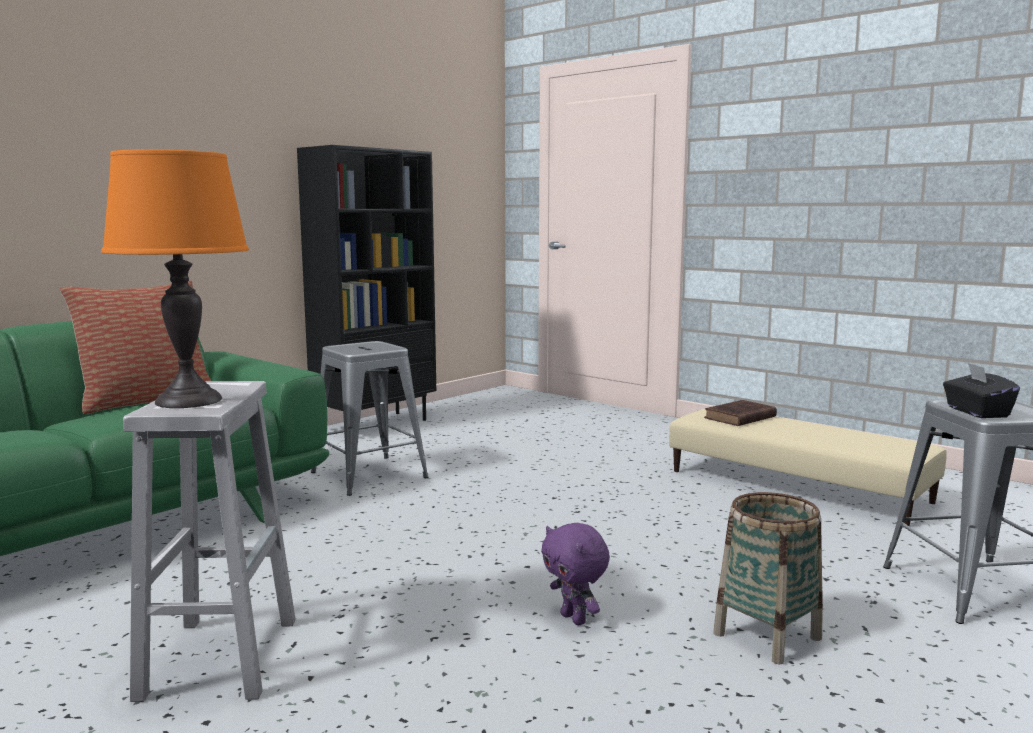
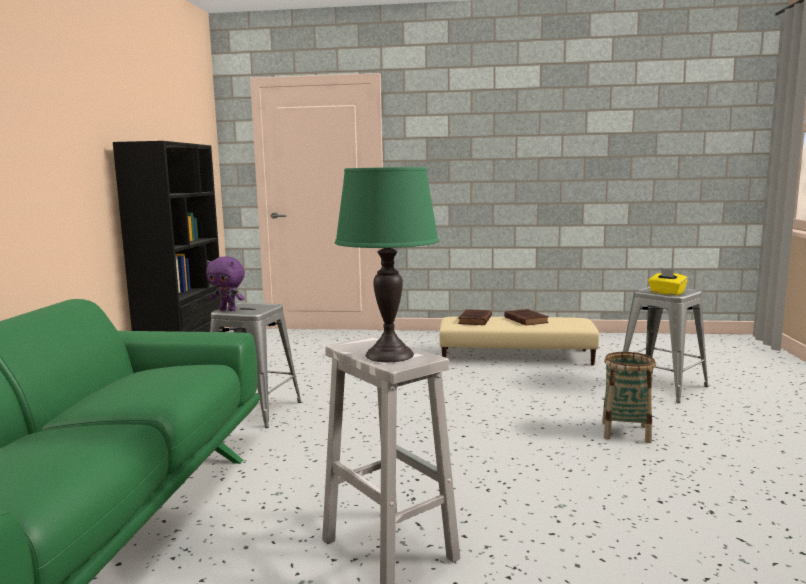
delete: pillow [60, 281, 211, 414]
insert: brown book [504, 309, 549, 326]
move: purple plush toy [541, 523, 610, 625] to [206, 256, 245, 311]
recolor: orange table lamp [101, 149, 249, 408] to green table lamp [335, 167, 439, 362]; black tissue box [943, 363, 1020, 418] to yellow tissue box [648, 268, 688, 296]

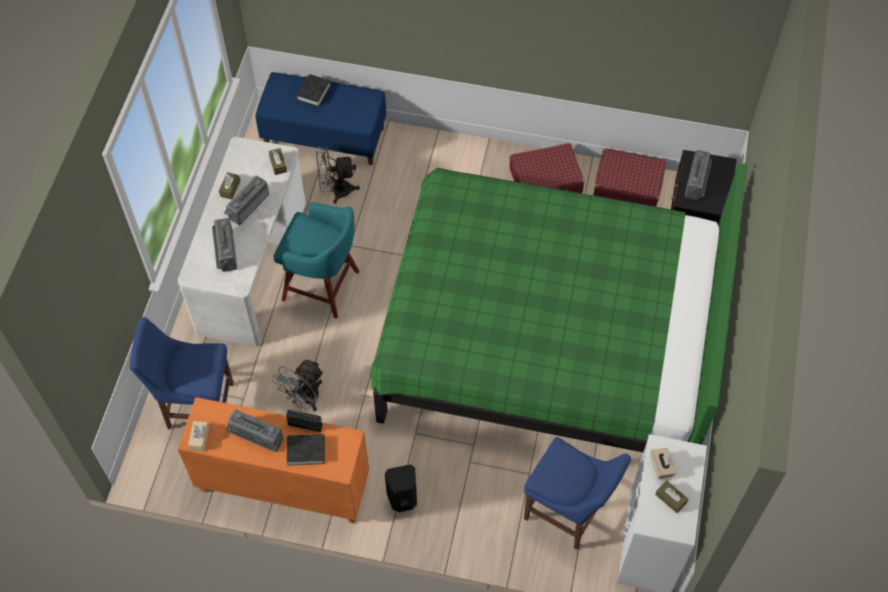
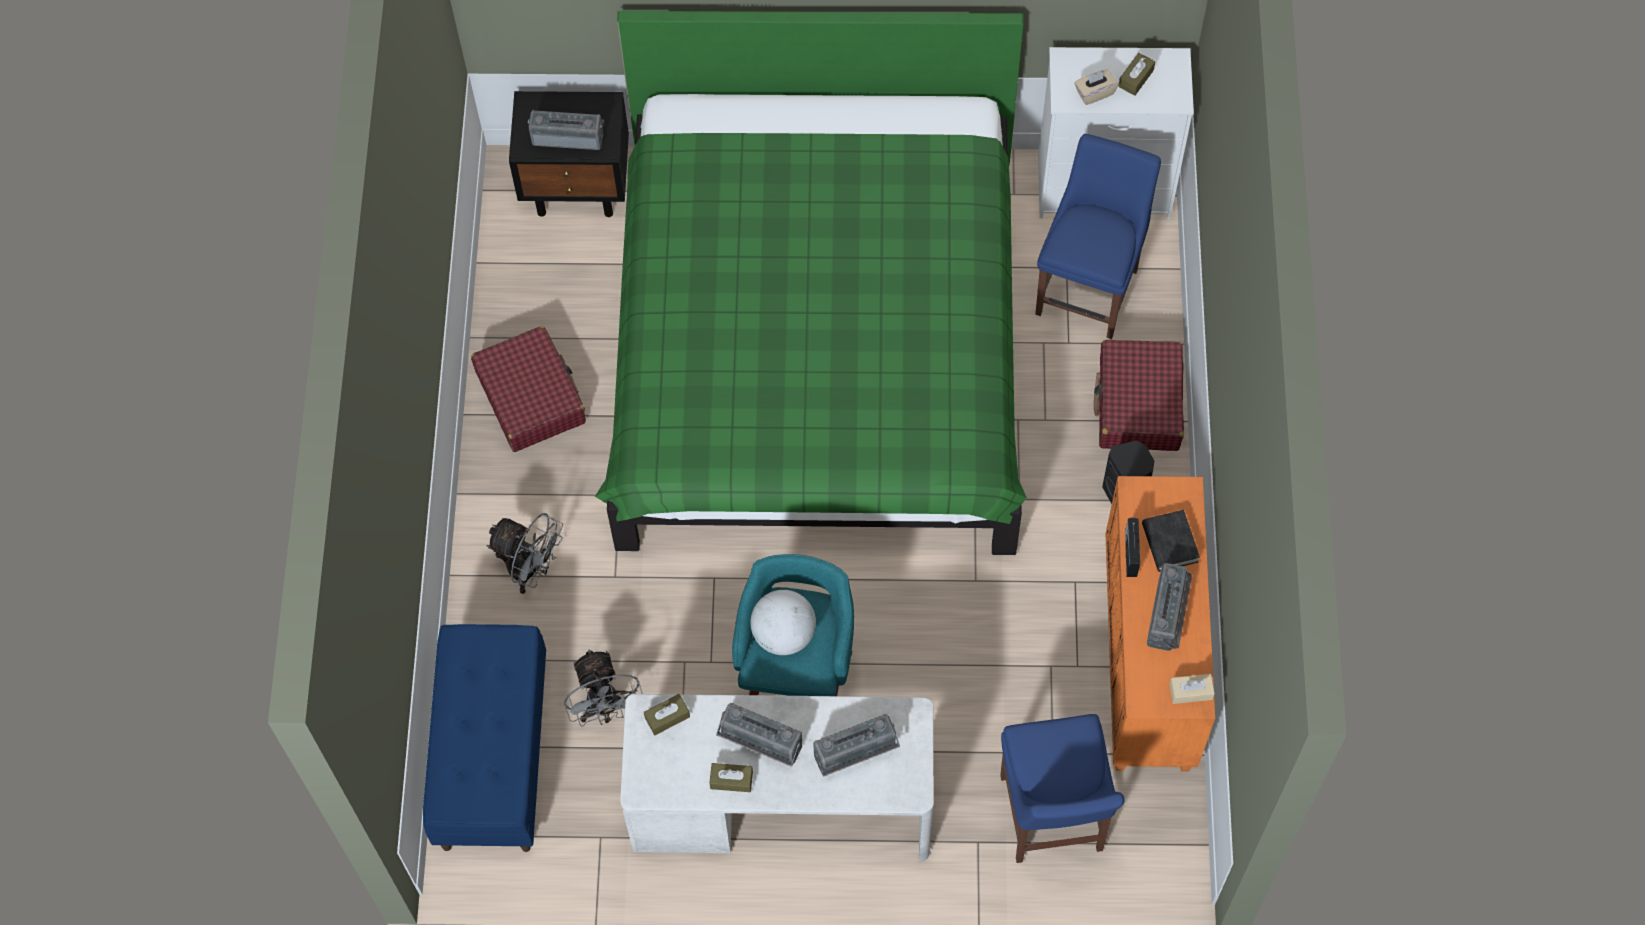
delete: black book [296, 74, 331, 107]
insert: globe [750, 590, 816, 655]
move: grey fan [272, 359, 324, 411] to [486, 513, 563, 594]; red suitcase [593, 148, 666, 206] to [1094, 340, 1184, 451]

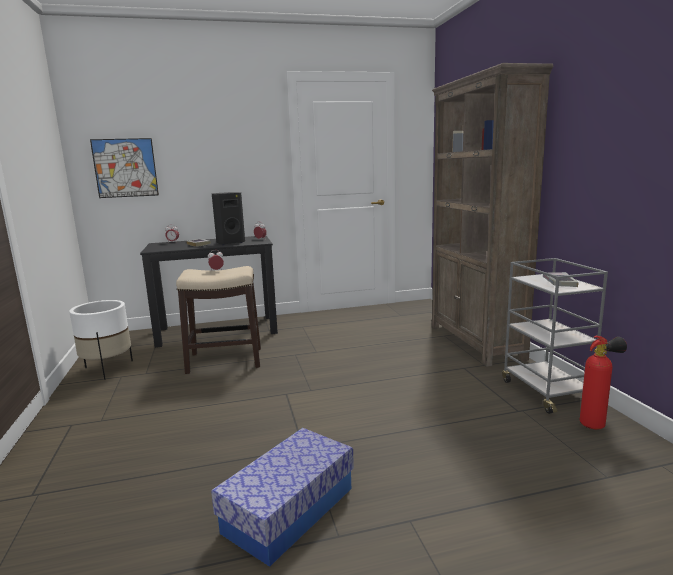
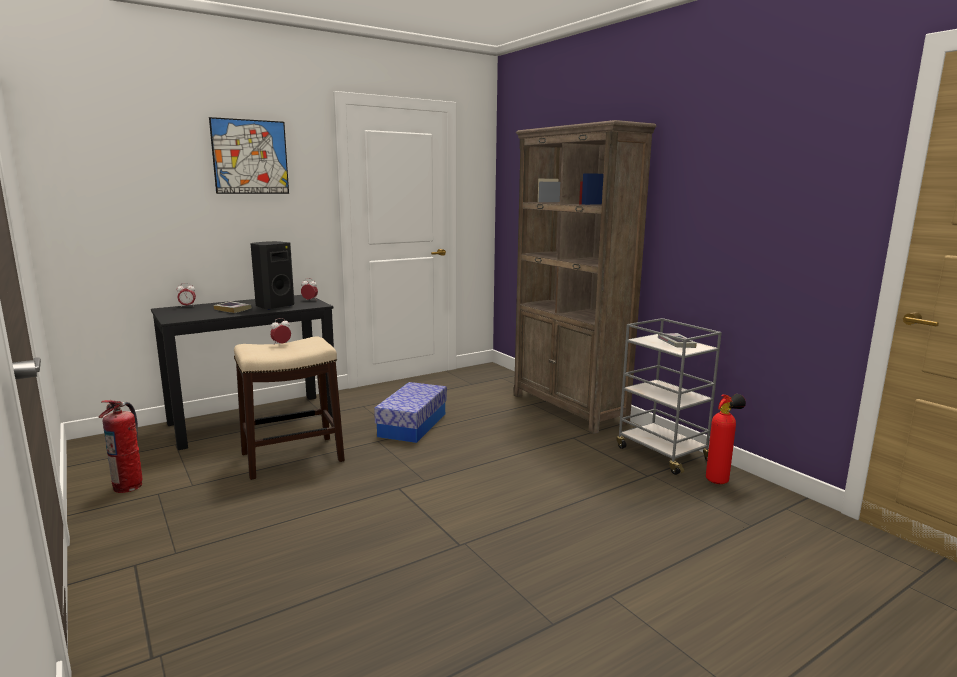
move: picture [90, 138, 159, 198] to [209, 117, 289, 194]; storage box [211, 428, 354, 567] to [374, 382, 447, 443]
replace: white planter [69, 300, 133, 380] to fire extinguisher [99, 400, 142, 493]

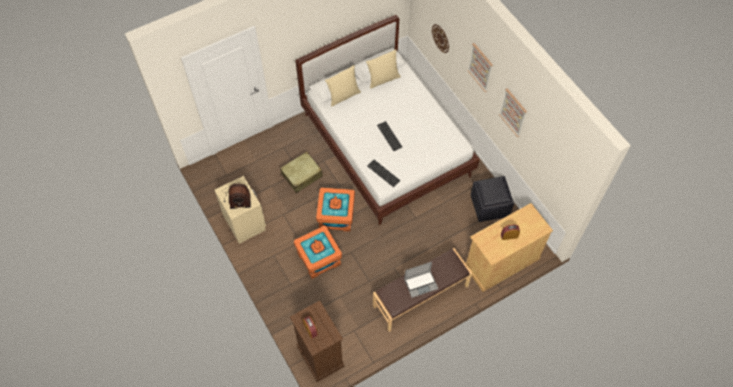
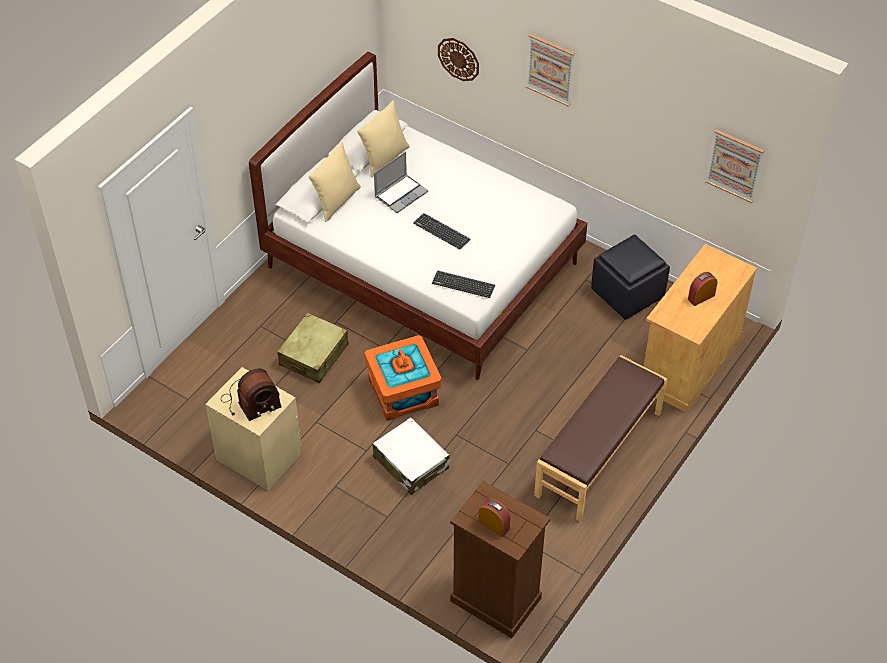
move: laptop [404, 262, 438, 298] to [374, 151, 428, 213]; picture [499, 89, 527, 137] to [705, 129, 765, 203]
replace: orange storage box [294, 226, 342, 279] to white suitcase [373, 417, 450, 495]

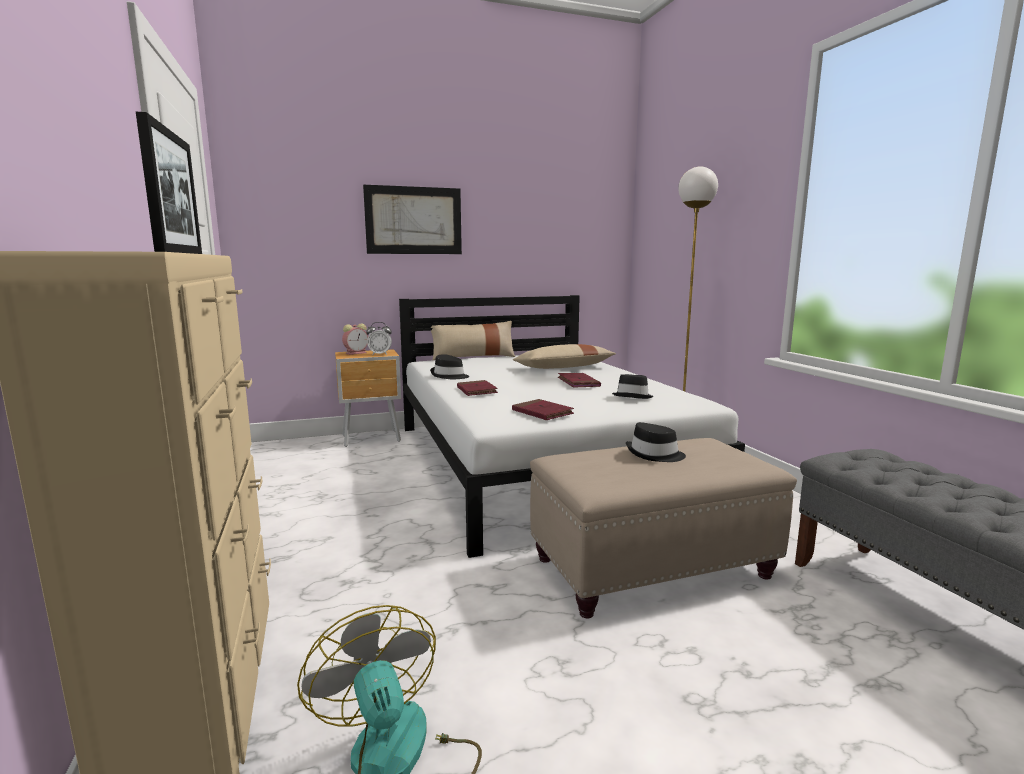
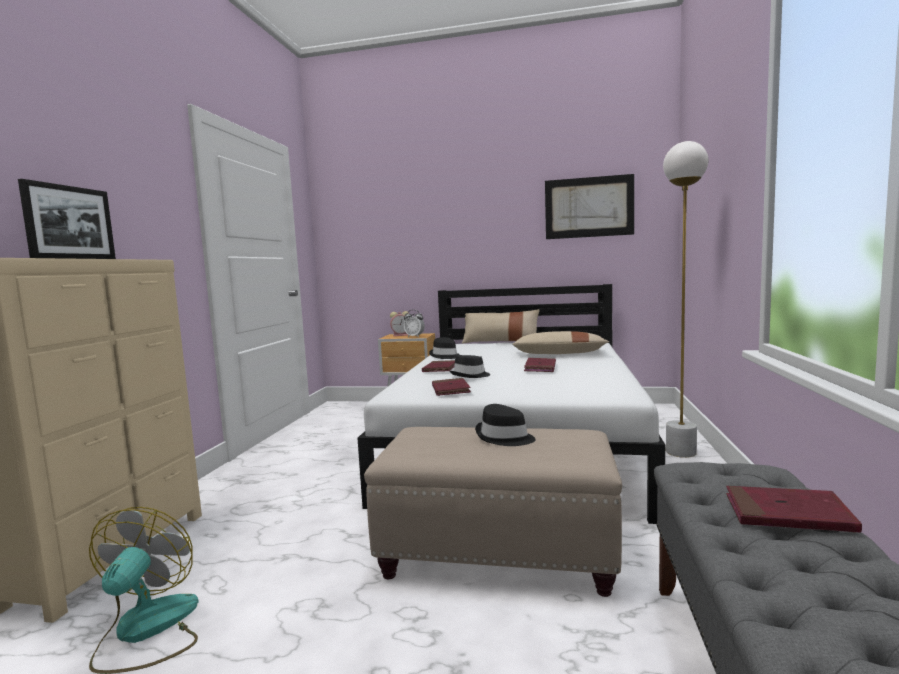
insert: red book [726, 486, 862, 533]
move: black hat [612, 374, 654, 399] to [450, 355, 490, 378]; picture [363, 185, 462, 254] to [545, 174, 634, 239]

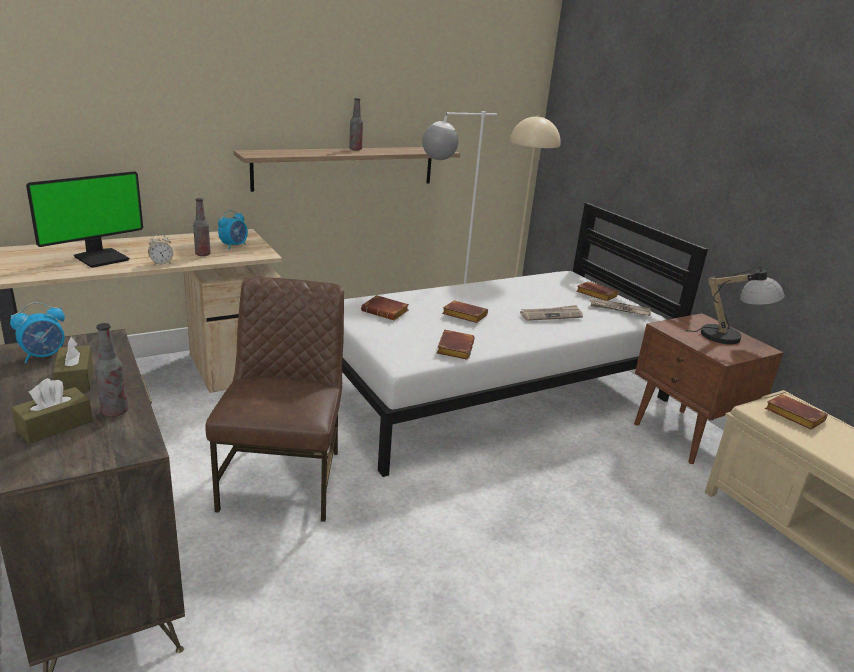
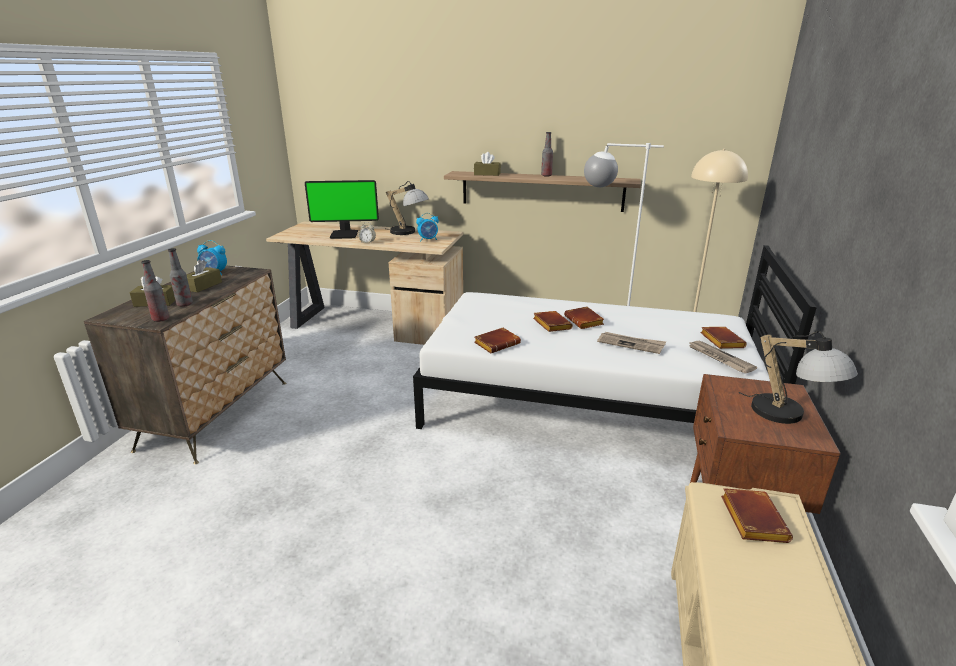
delete: brown chair [205, 277, 344, 522]
insert: table lamp [386, 181, 429, 235]; brown tissue box [474, 152, 501, 176]
move: bottle [193, 198, 211, 256] to [141, 260, 169, 322]; brown book [361, 295, 409, 321] to [564, 306, 604, 329]

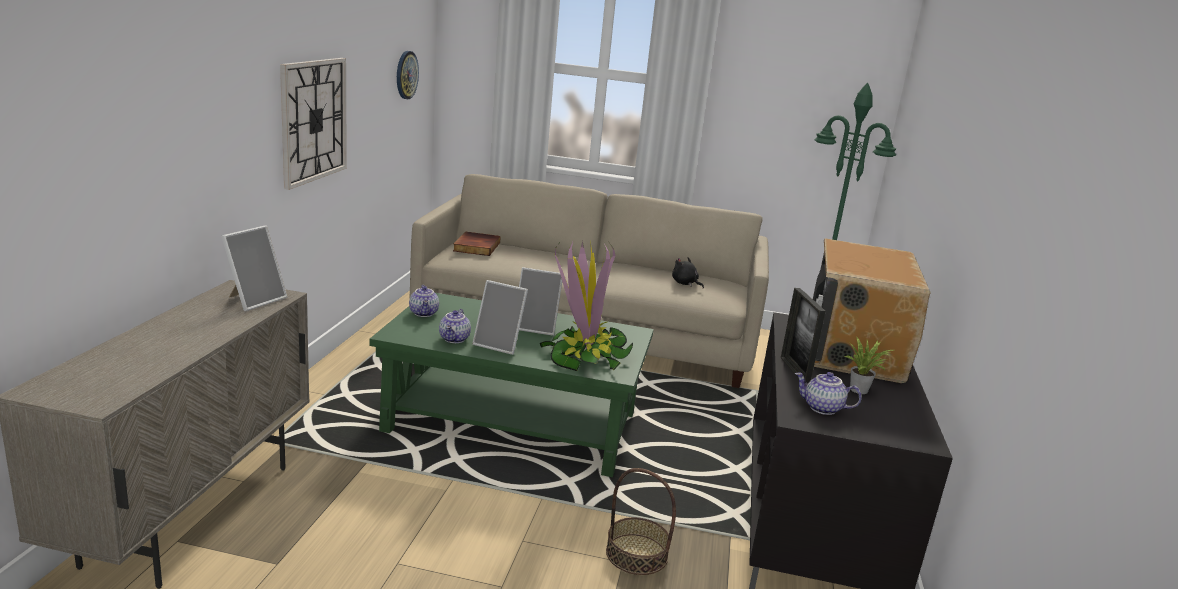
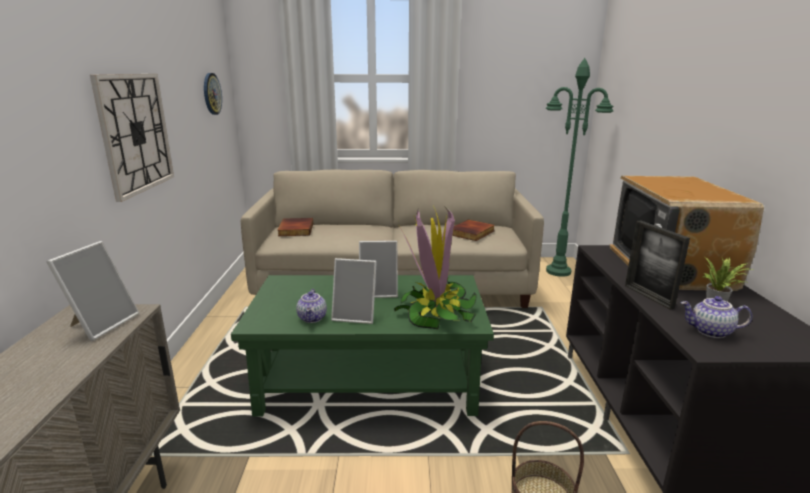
delete: teapot [409, 285, 439, 317]
replace: black plush toy [672, 257, 704, 288] to book [452, 220, 495, 241]

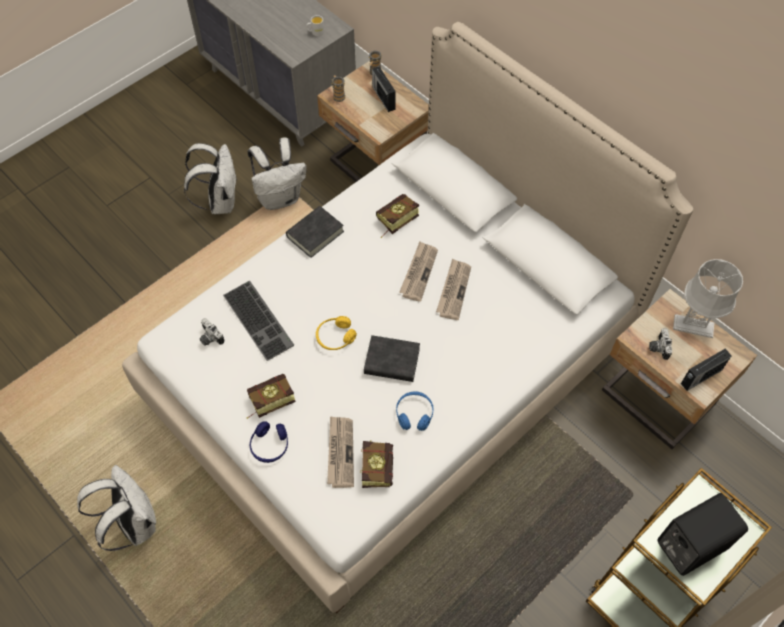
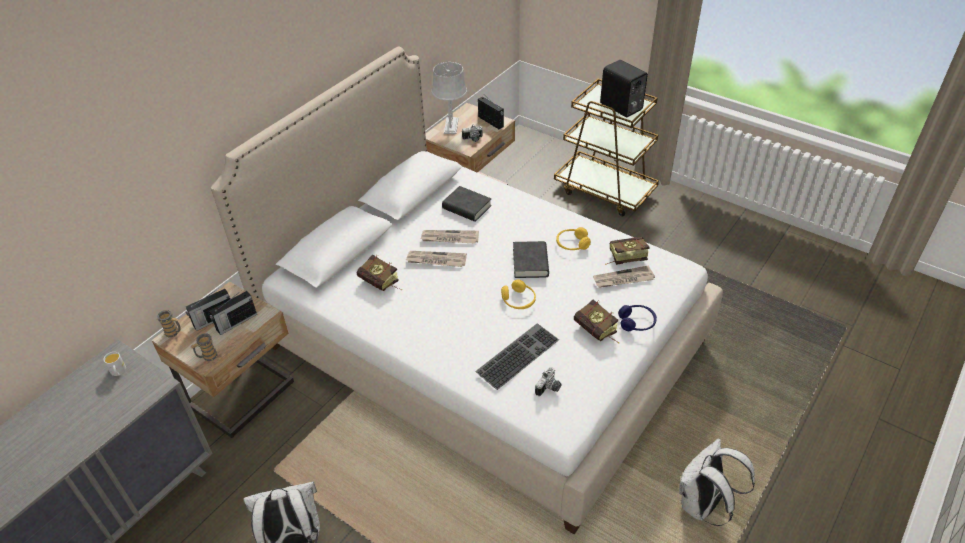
delete: white backpack [247, 137, 306, 210]
insert: radio [209, 291, 257, 335]
move: black book [286, 206, 344, 258] to [442, 186, 492, 222]
recolor: blue headphones [396, 391, 434, 431] to yellow headphones [556, 227, 591, 250]

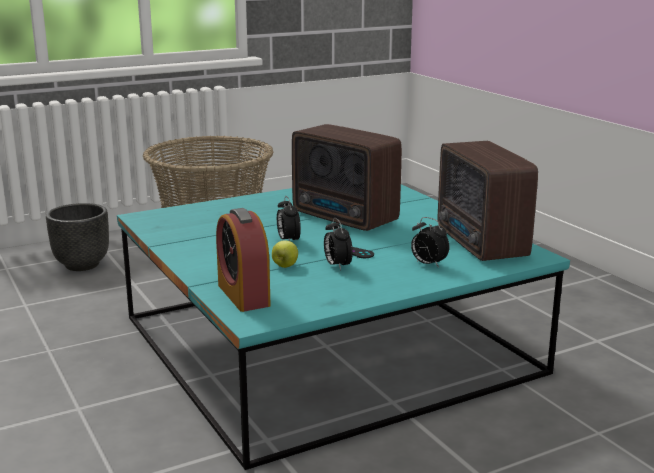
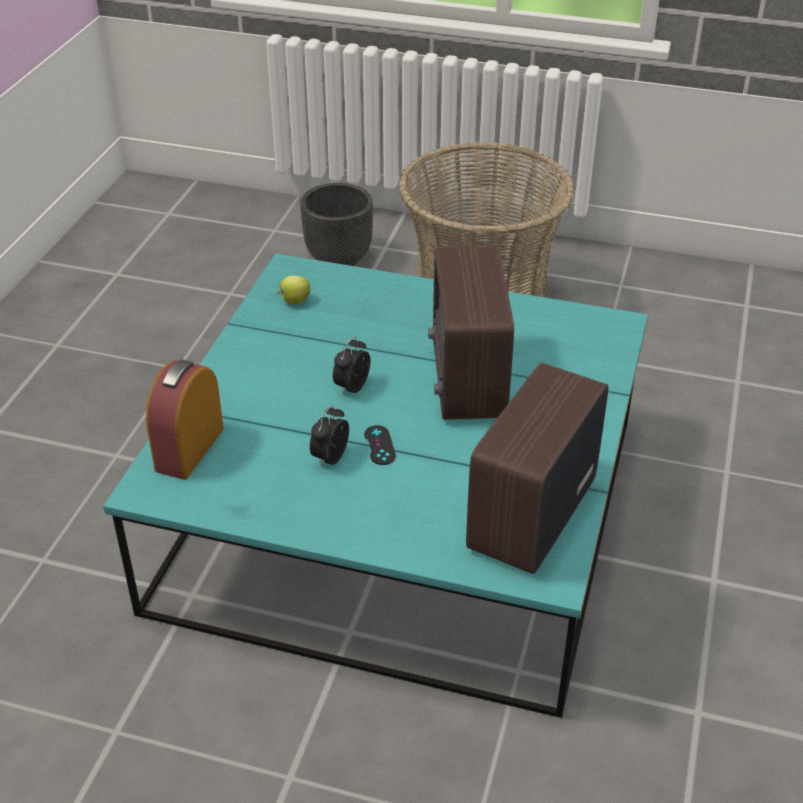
delete: alarm clock [411, 217, 449, 268]
move: apple [272, 240, 298, 268] to [277, 275, 310, 305]

